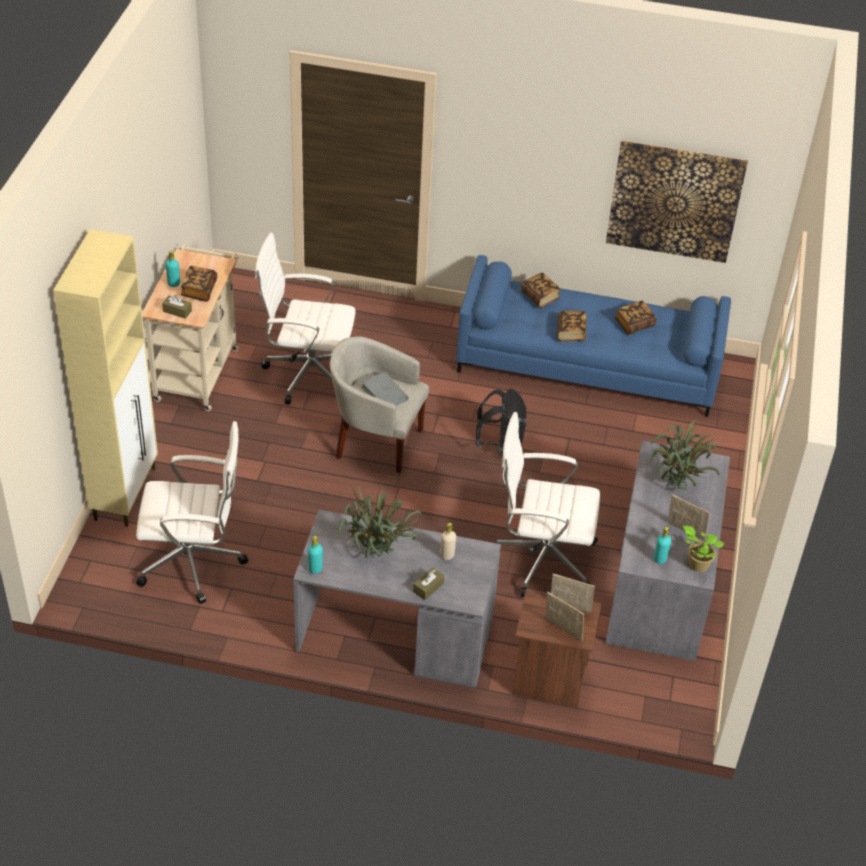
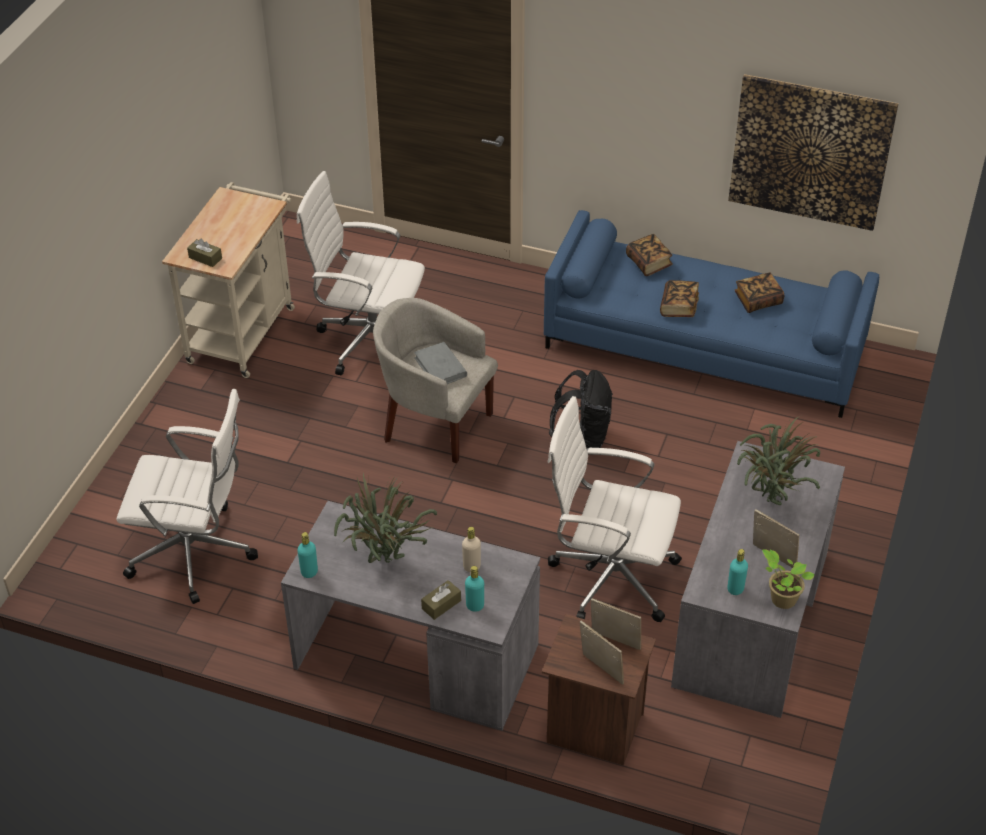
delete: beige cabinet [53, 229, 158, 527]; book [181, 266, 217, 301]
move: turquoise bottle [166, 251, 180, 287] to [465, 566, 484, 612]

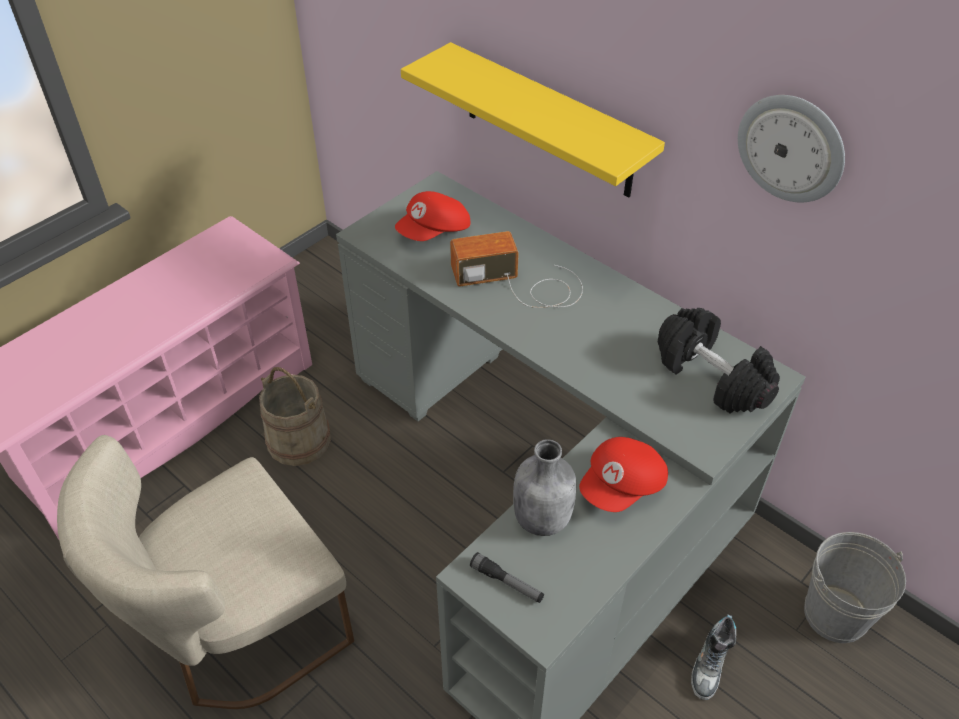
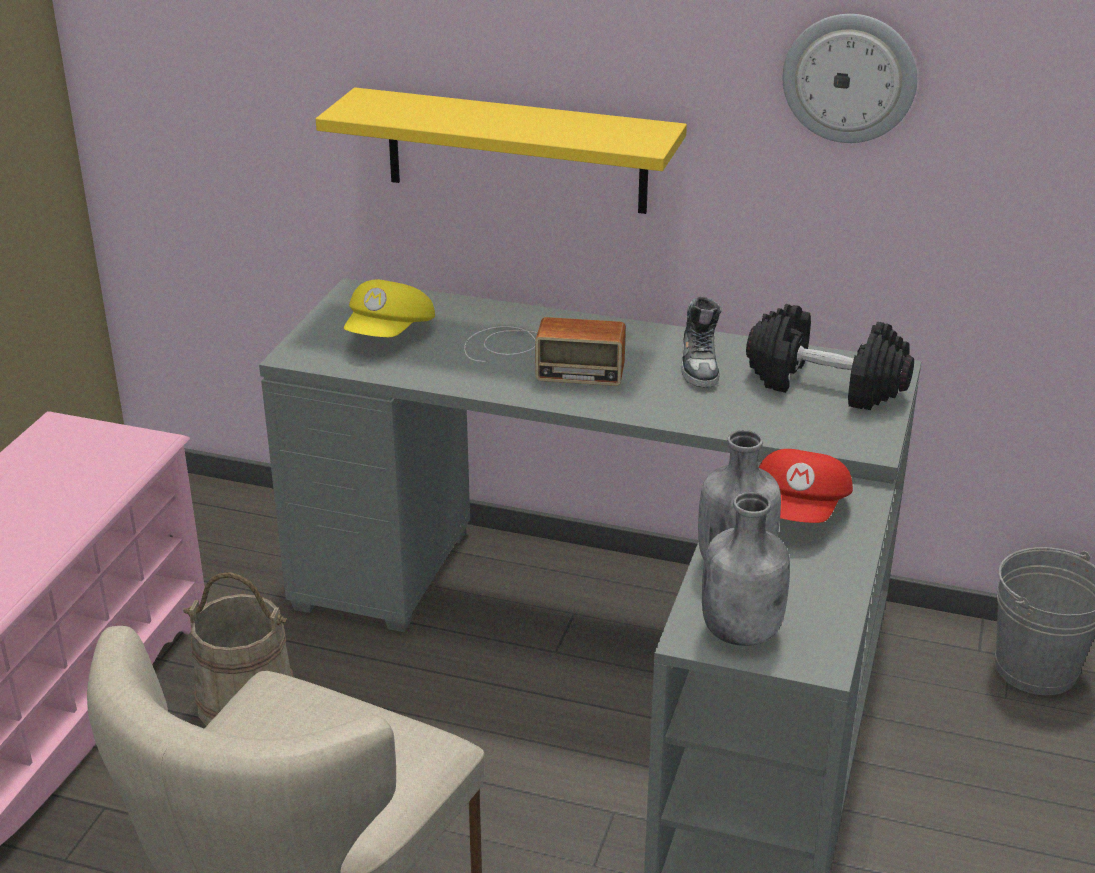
move: shoe [691, 614, 736, 700] to [681, 297, 721, 387]
replace: flashlight [470, 552, 544, 603] to grey bottle [702, 492, 790, 646]
recolor: red cap [395, 191, 470, 241] to yellow cap [344, 280, 435, 337]
rotate: radio [450, 231, 583, 308] = [464, 317, 626, 386] 135 degrees counterclockwise

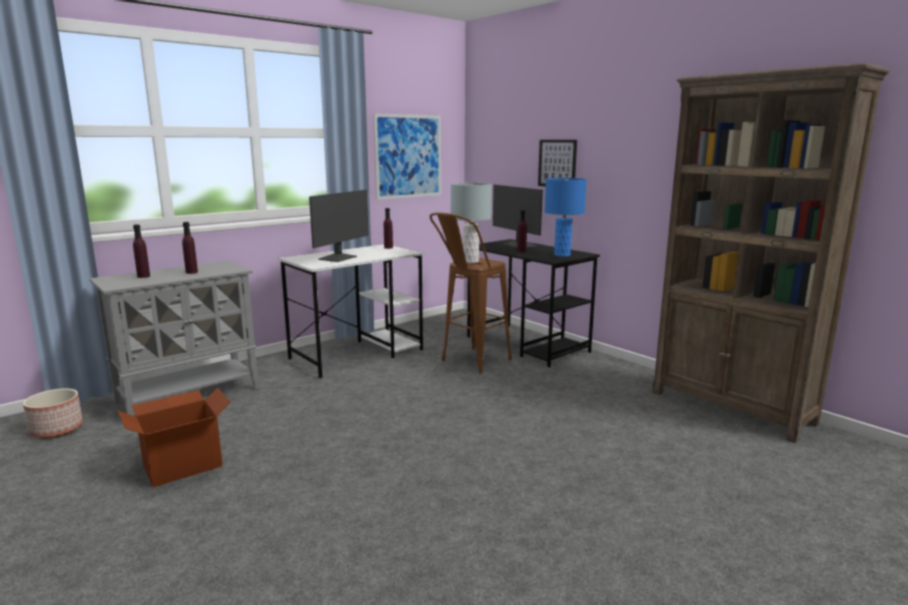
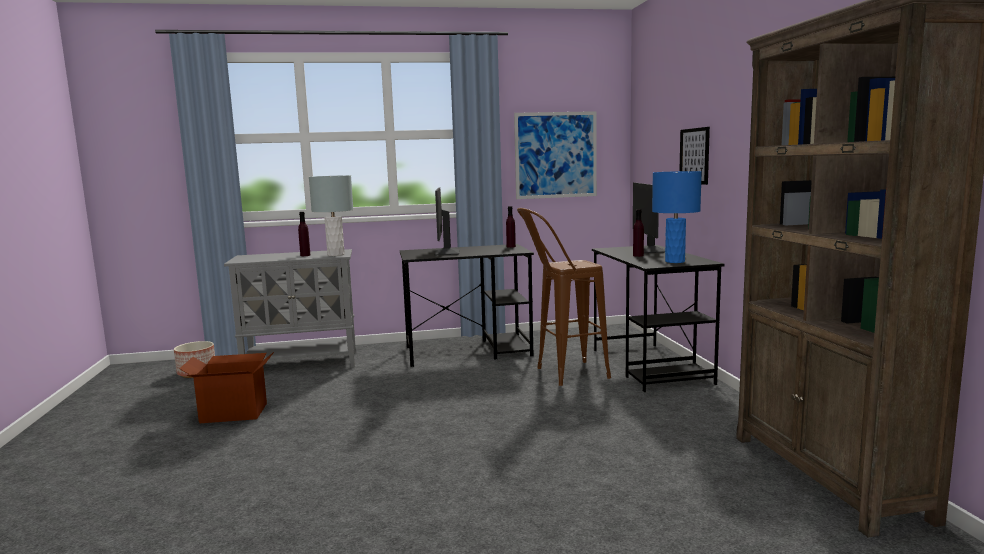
delete: purple bottle [133, 224, 150, 278]
move: grey table lamp [451, 182, 492, 263] to [309, 175, 353, 256]
recolor: white desk [278, 244, 424, 378] to black desk [400, 244, 534, 367]
rotate: monitor [309, 190, 369, 262] = [435, 187, 459, 255] 120 degrees clockwise

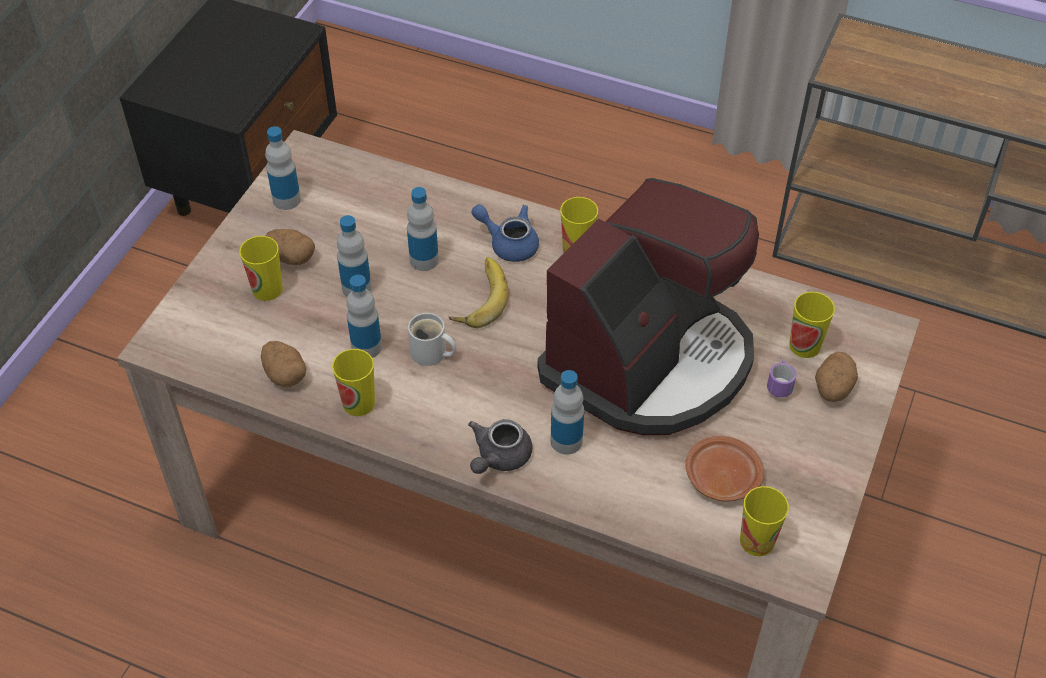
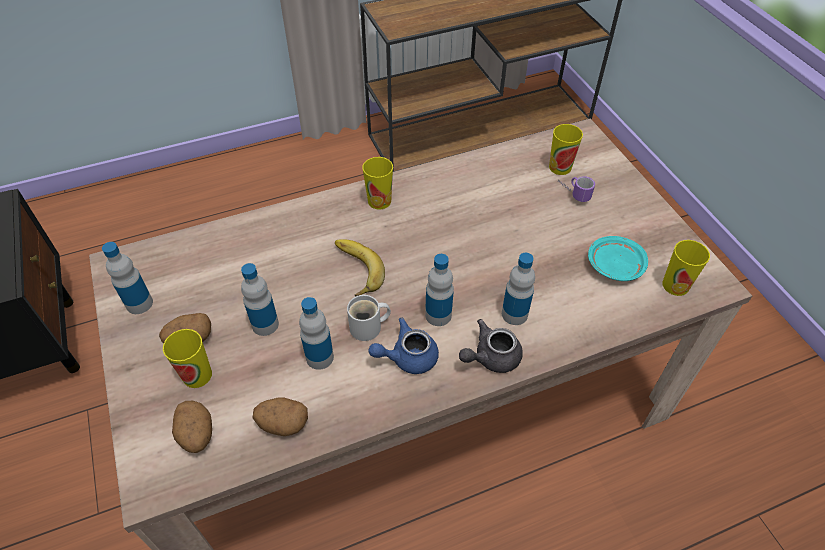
delete: cup [332, 349, 375, 416]; coffee machine [538, 178, 759, 435]
move: potato [815, 352, 858, 402] to [172, 401, 212, 453]; blue teapot [472, 204, 539, 262] to [368, 318, 439, 374]; bottle [407, 187, 439, 271] to [425, 254, 454, 326]
recolor: brown plate [685, 436, 764, 502] to turquoise plate [588, 236, 648, 281]
rotate: grey teapot [468, 419, 532, 474] = [459, 319, 523, 373] 75 degrees clockwise

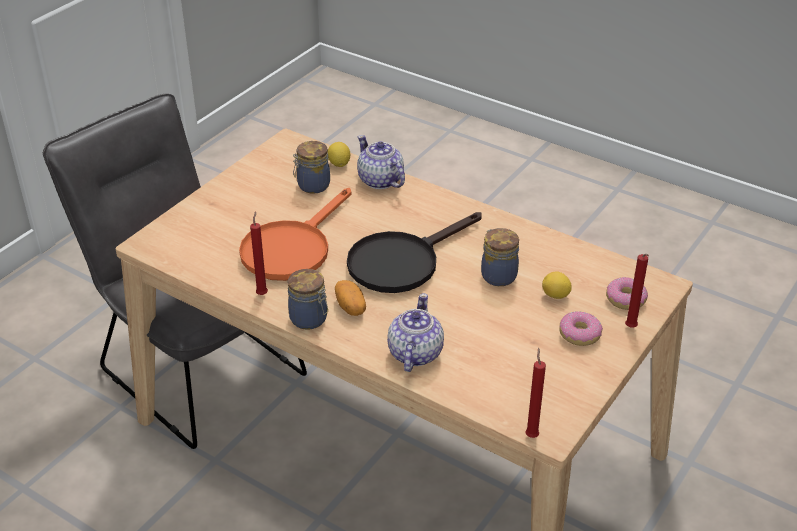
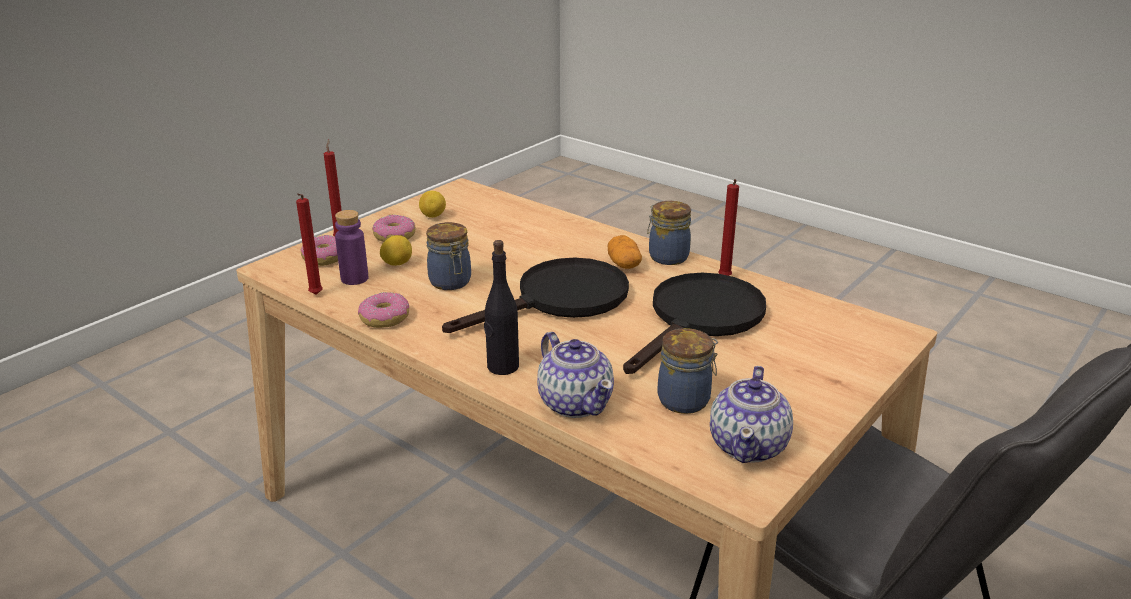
insert: purple bottle [335, 210, 369, 285]; donut [358, 292, 409, 328]; black bottle [484, 240, 519, 375]
move: red candle [525, 348, 546, 438] to [296, 193, 323, 295]; lemon [328, 142, 350, 167] to [419, 191, 446, 218]; teapot [387, 293, 444, 372] to [710, 366, 793, 463]
recolor: orange frying pan [239, 188, 351, 281] to black frying pan [623, 273, 766, 374]

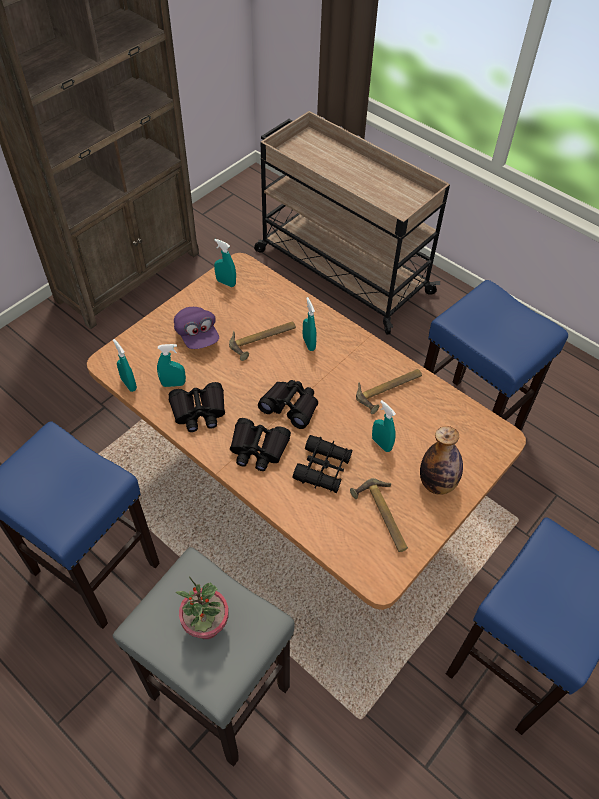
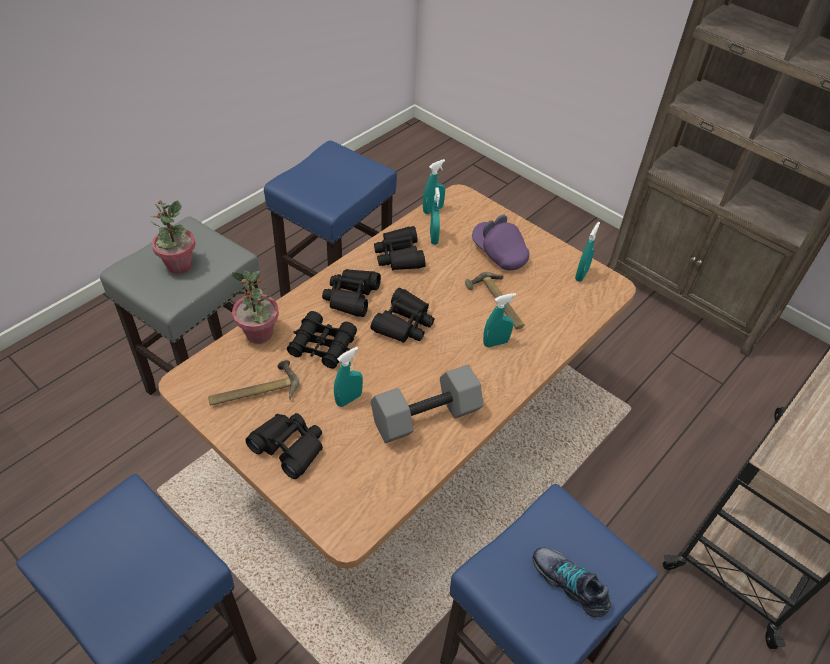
insert: potted plant [229, 271, 279, 344]; shoe [533, 547, 611, 617]
replace: bottle [420, 426, 463, 495] to black binoculars [245, 413, 323, 479]; hammer [356, 369, 422, 414] to grey dumbbell [371, 365, 483, 443]
rotate: purple cap [174, 307, 219, 349] = [472, 215, 529, 270] 75 degrees clockwise

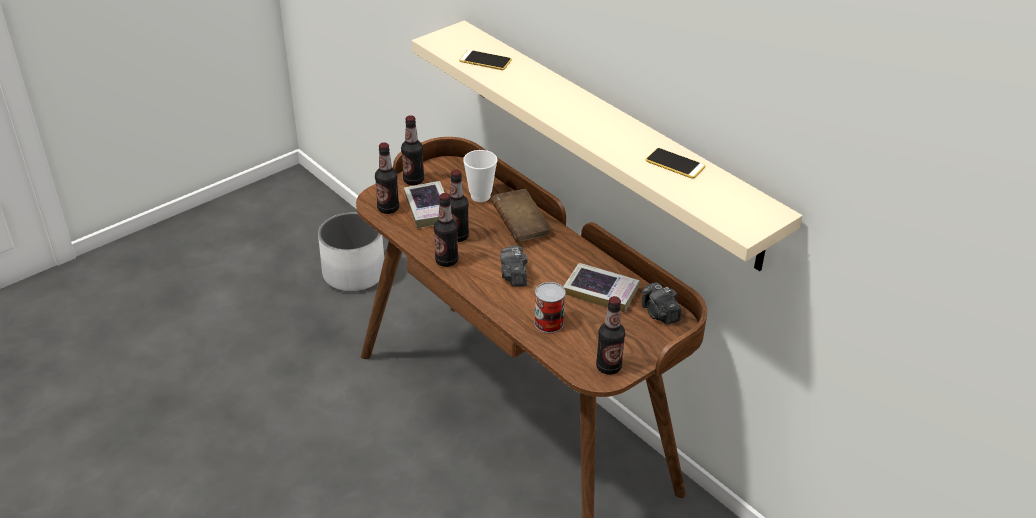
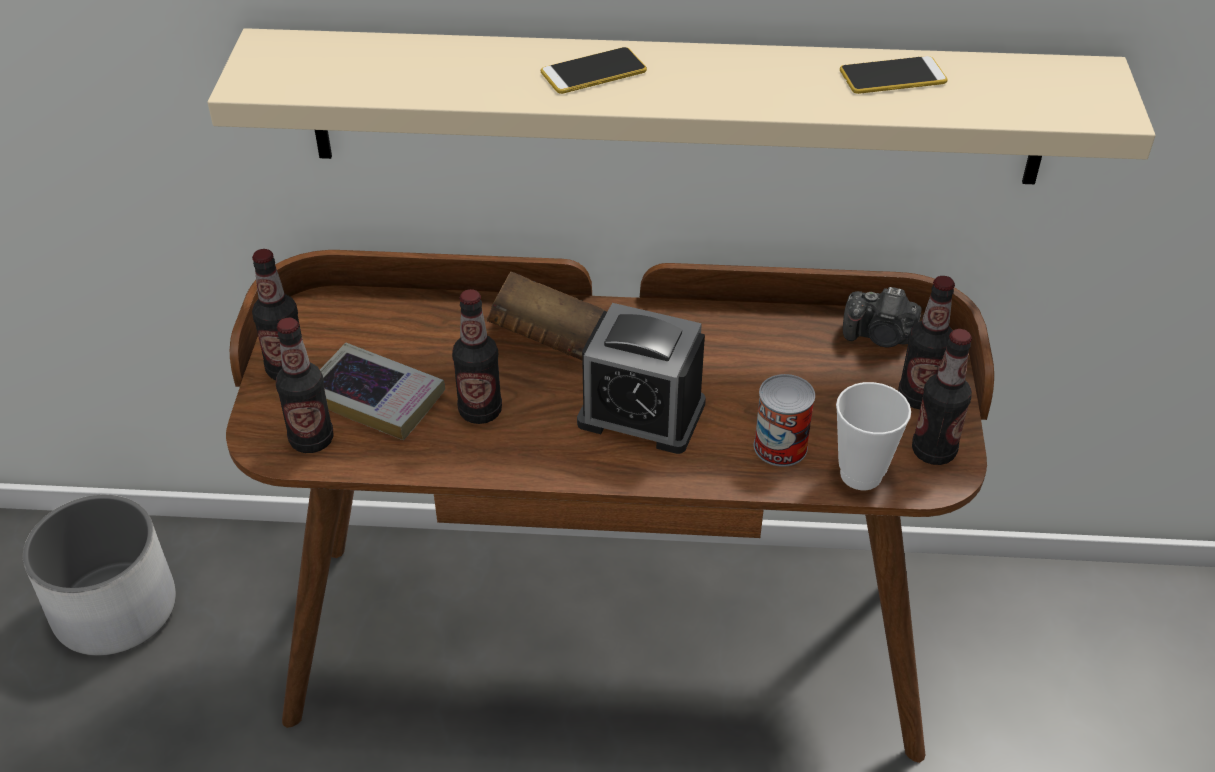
delete: book [563, 263, 640, 313]
move: phone [459, 50, 512, 70] to [541, 47, 647, 94]; cup [463, 150, 497, 202] to [836, 382, 911, 490]; bottle [434, 193, 458, 267] to [899, 276, 955, 409]
replace: photo camera [500, 246, 527, 287] to alarm clock [577, 303, 706, 454]

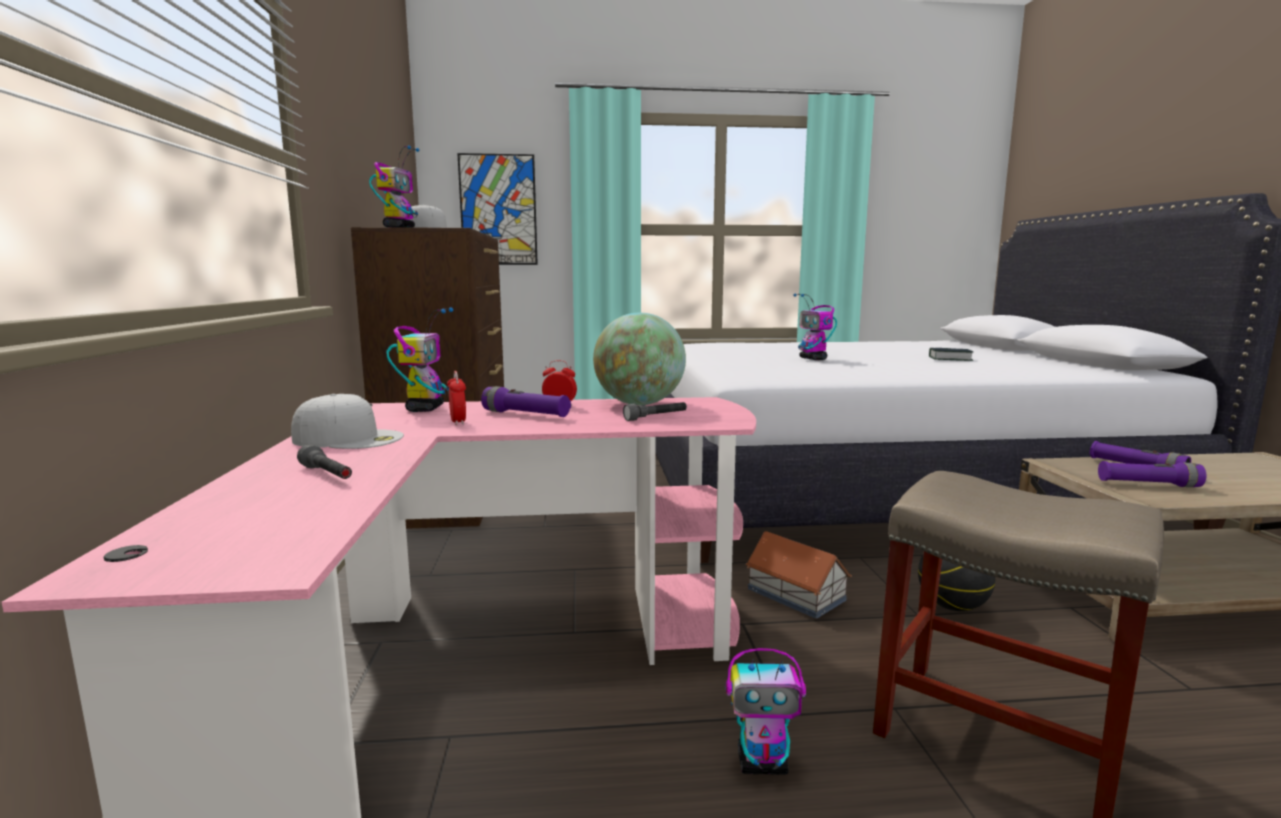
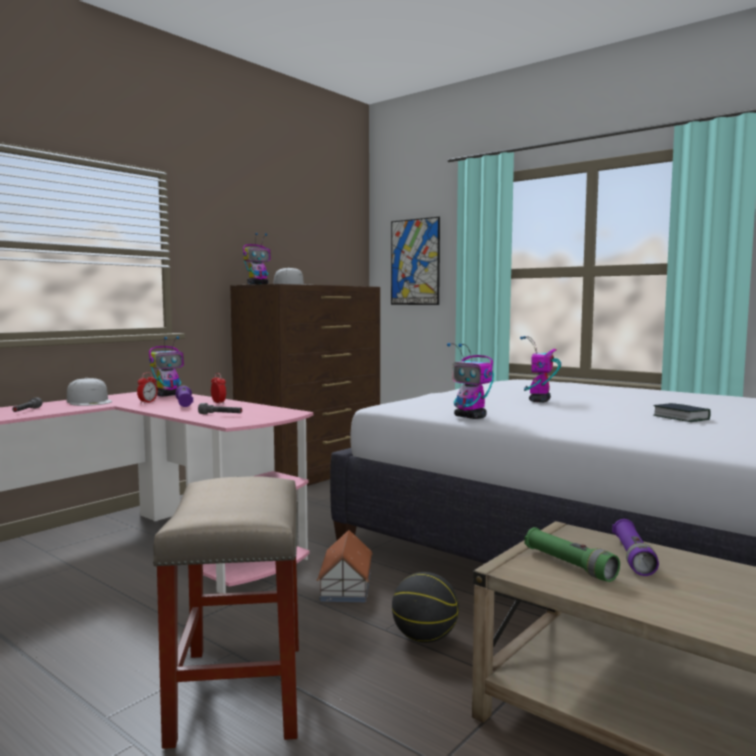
delete: globe [593, 313, 686, 405]
move: toy robot [726, 648, 806, 775] to [447, 343, 494, 419]
recolor: purple flashlight [1098, 461, 1206, 487] to green flashlight [524, 527, 620, 582]

